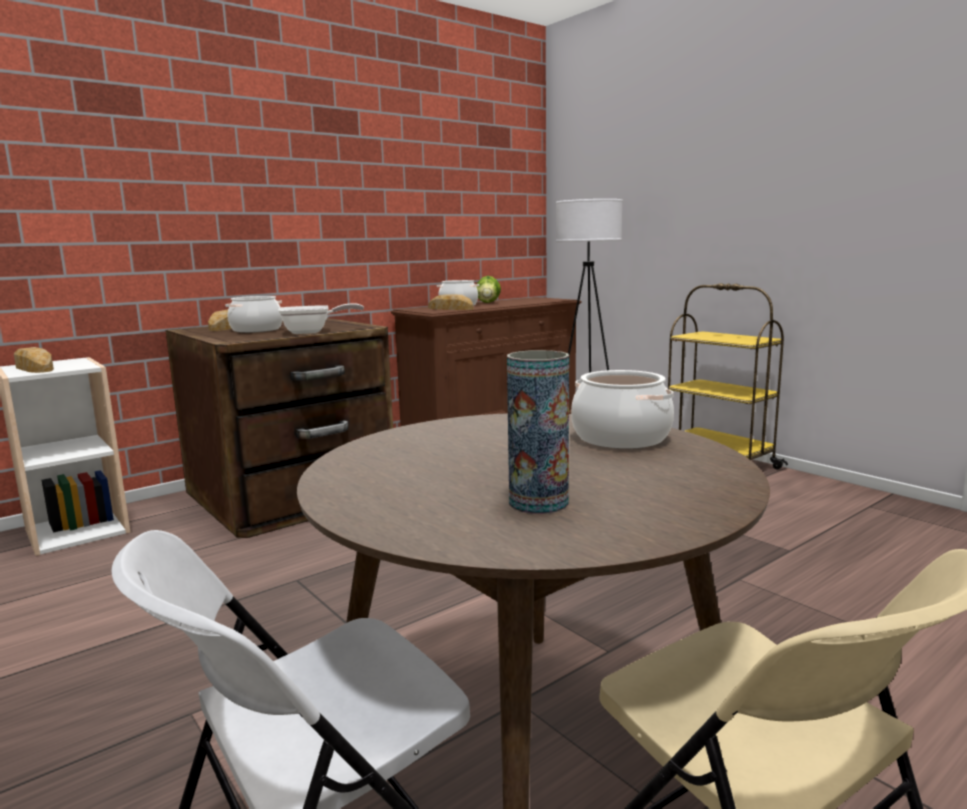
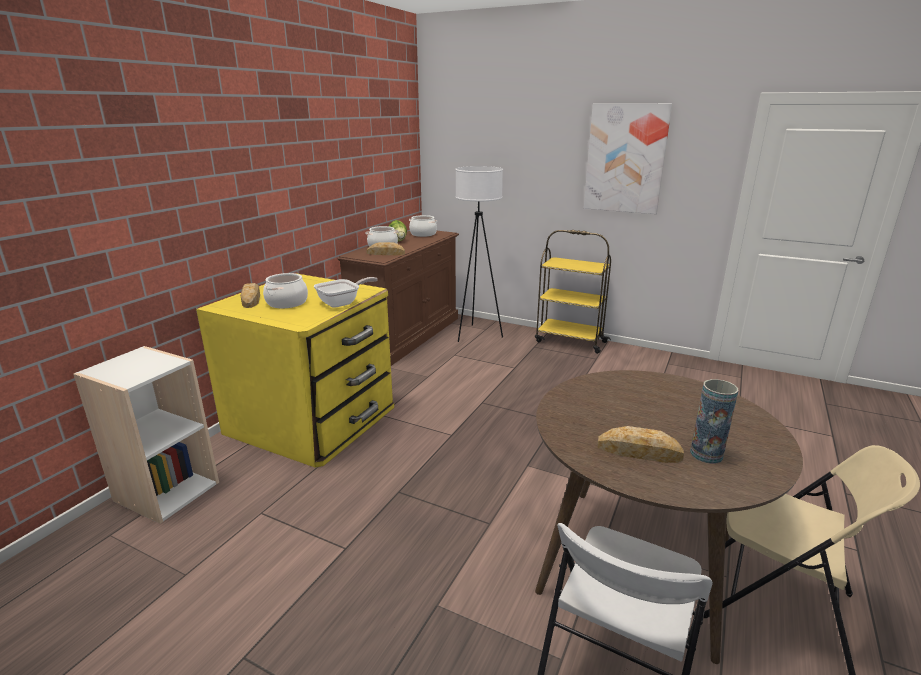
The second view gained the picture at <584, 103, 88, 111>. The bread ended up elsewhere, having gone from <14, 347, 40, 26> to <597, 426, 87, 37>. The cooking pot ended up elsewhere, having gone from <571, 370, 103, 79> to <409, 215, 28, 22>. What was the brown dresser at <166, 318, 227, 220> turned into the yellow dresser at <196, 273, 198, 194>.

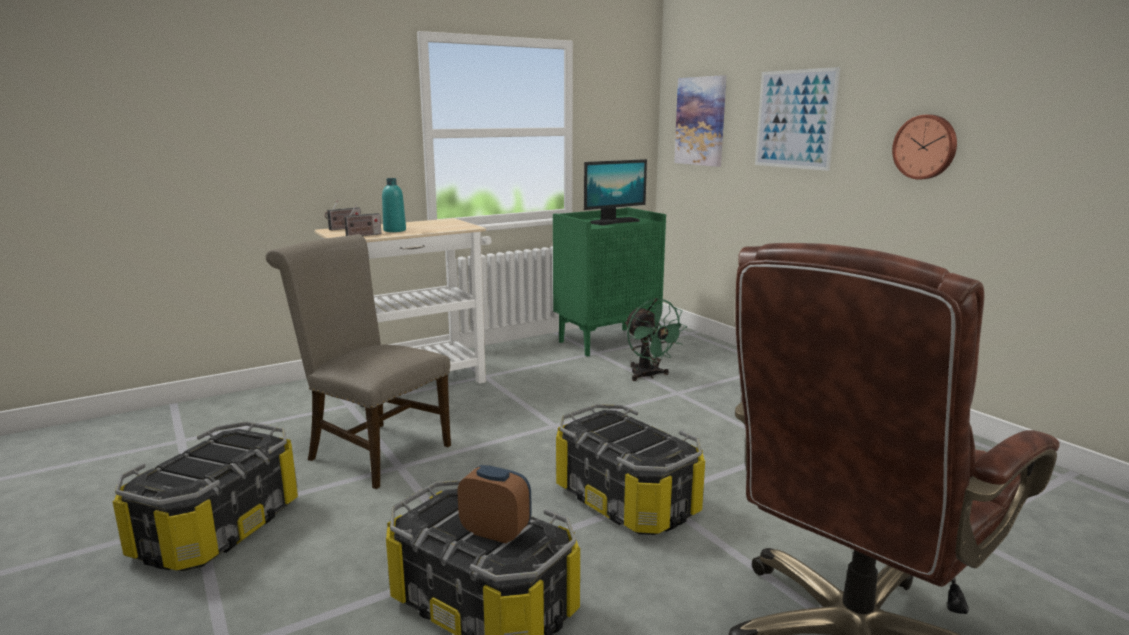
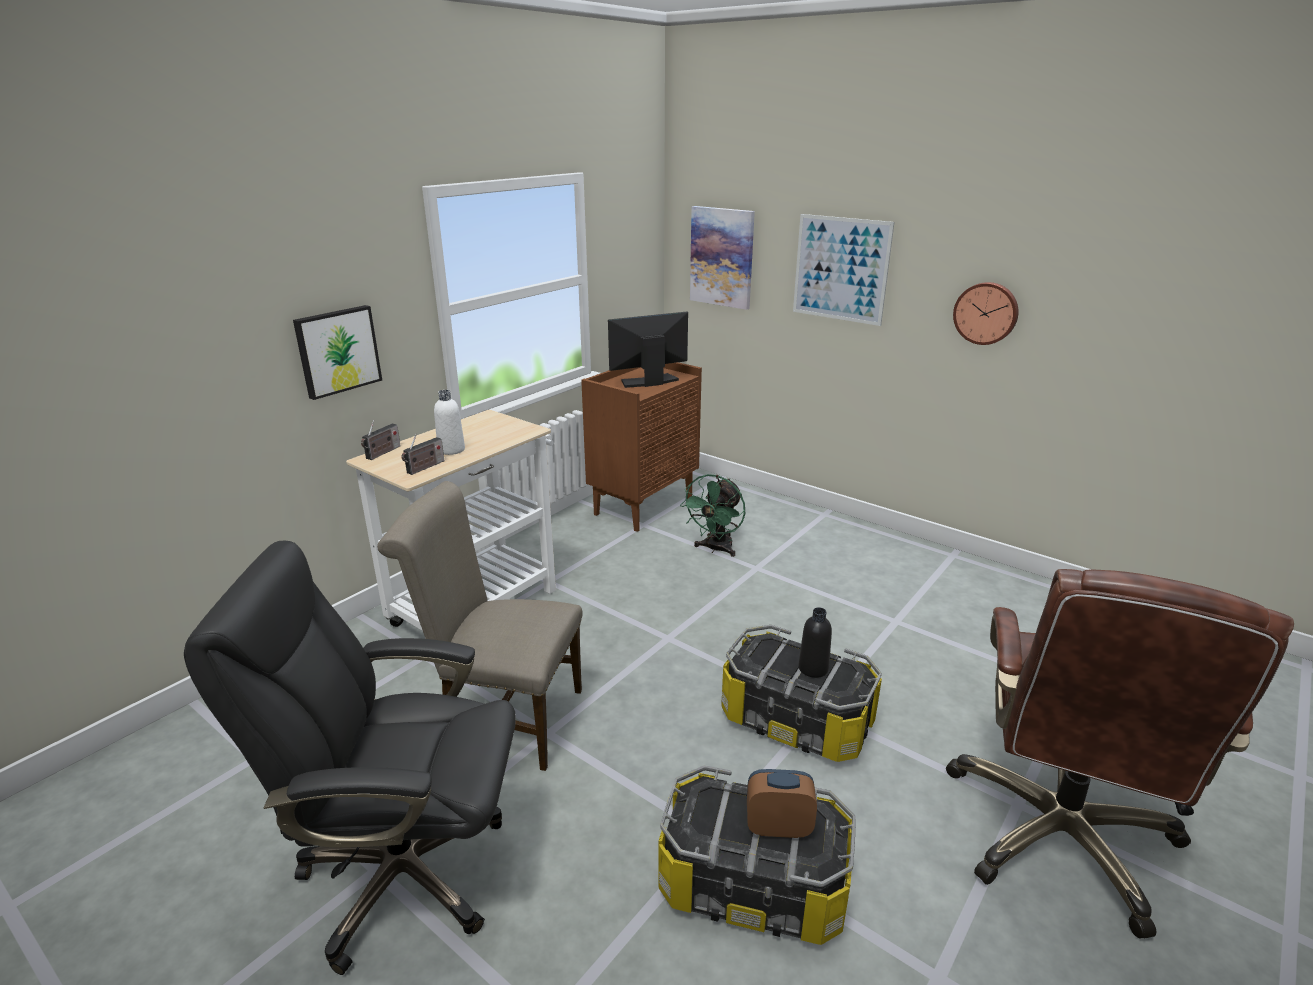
The second view gained the picture at <293, 305, 89, 95>. The second view gained the black bottle at <798, 607, 34, 71>. Where the storage box stood at <112, 422, 186, 149>, the black office chair came to stand at <184, 541, 332, 434>. What was the turquoise bottle at <382, 178, 24, 54> turned into the white bottle at <434, 390, 31, 65>. What was the green cabinet at <553, 207, 113, 149> turned into the brown cabinet at <581, 362, 121, 170>. The monitor at <584, 159, 63, 66> ended up facing another way, 150 degrees counterclockwise from before. The green fan at <625, 298, 62, 83> ended up facing another way, 75 degrees clockwise from before.

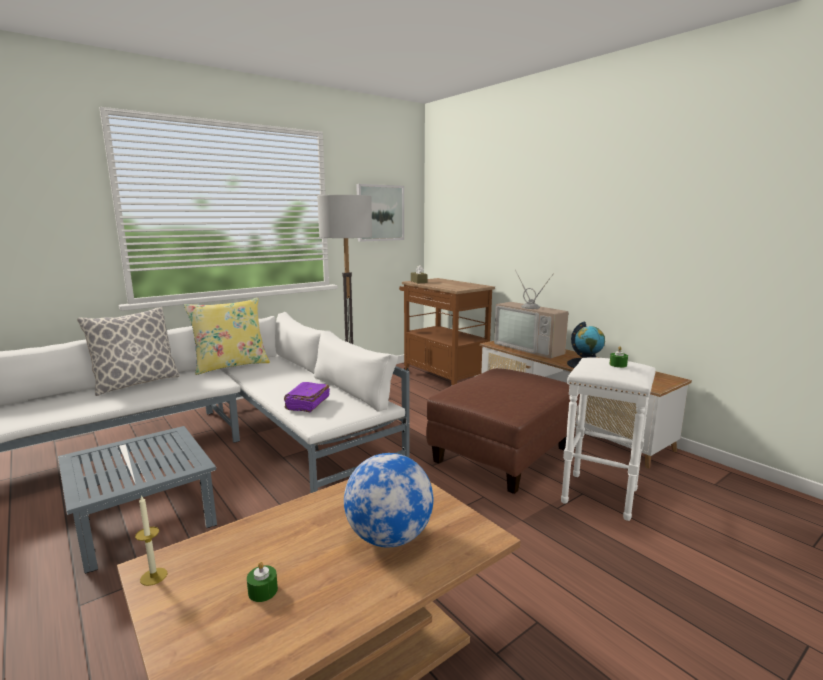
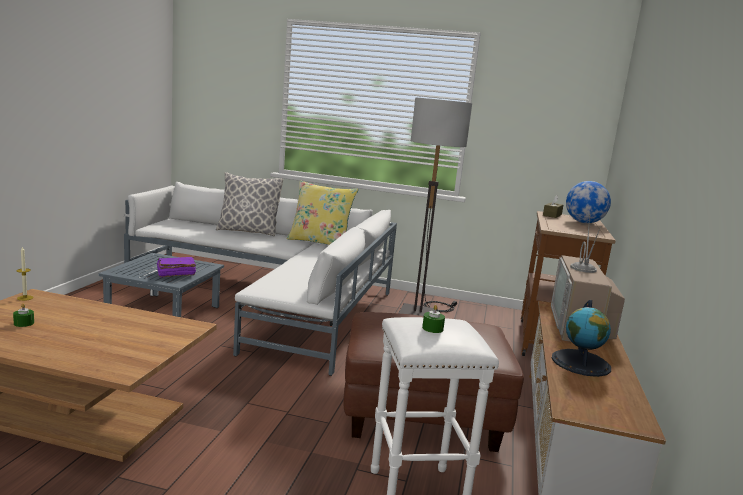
The second view lost the picture at <356, 184, 48, 58>. The purple book ended up elsewhere, having gone from <284, 382, 46, 30> to <157, 257, 39, 21>. The globe ended up elsewhere, having gone from <344, 453, 89, 94> to <566, 181, 45, 42>.

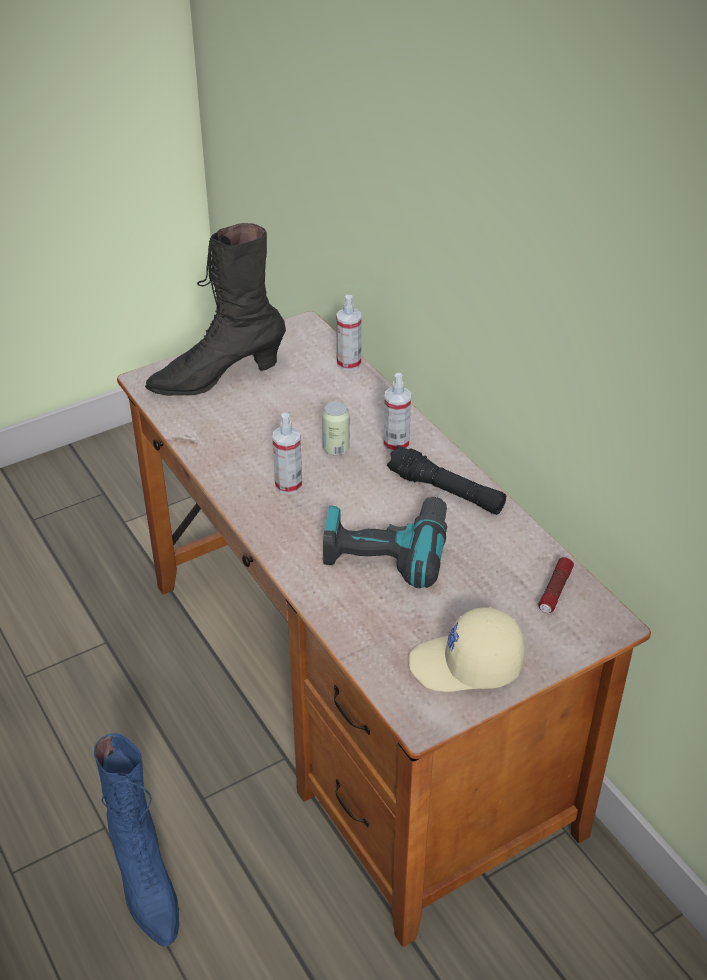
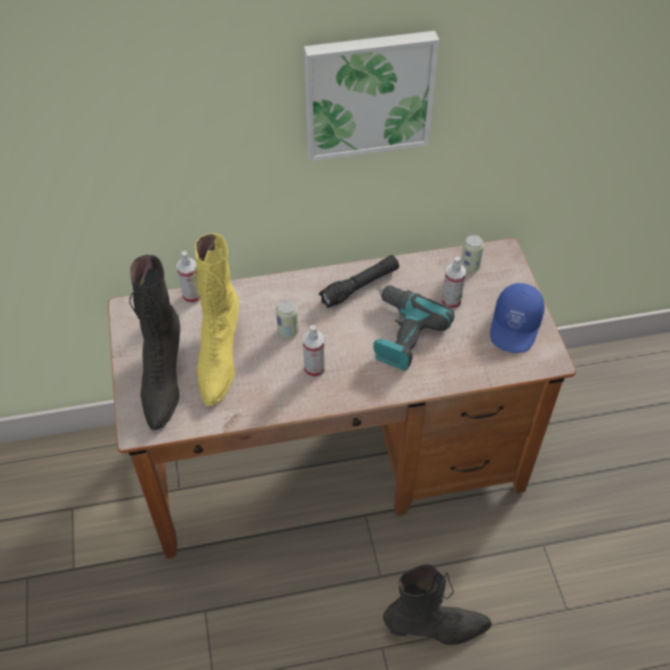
The second view gained the yellow boot at <192, 233, 47, 173>. The second view gained the picture at <304, 31, 135, 130>. The spray bottle ended up elsewhere, having gone from <383, 373, 28, 79> to <441, 257, 25, 52>. Where the flashlight stood at <538, 557, 36, 56>, the can came to stand at <461, 235, 23, 37>. What was the blue boot at <94, 733, 85, 214> turned into the black boot at <383, 564, 109, 81>. What was the beige cap at <408, 607, 117, 85> turned into the blue cap at <490, 283, 55, 70>.

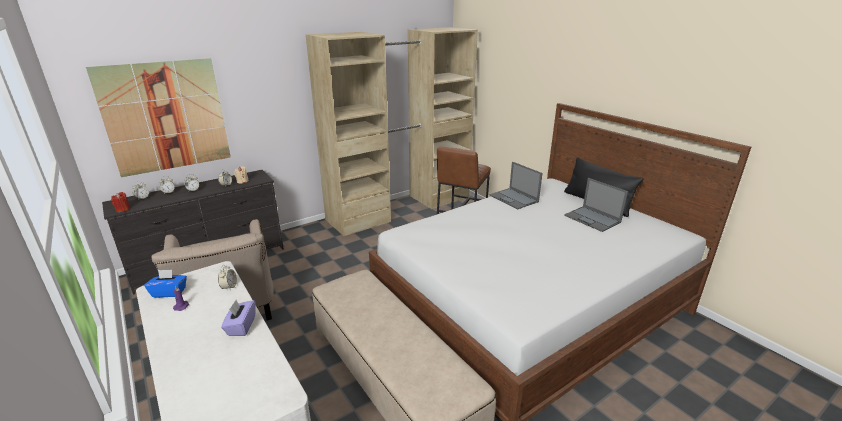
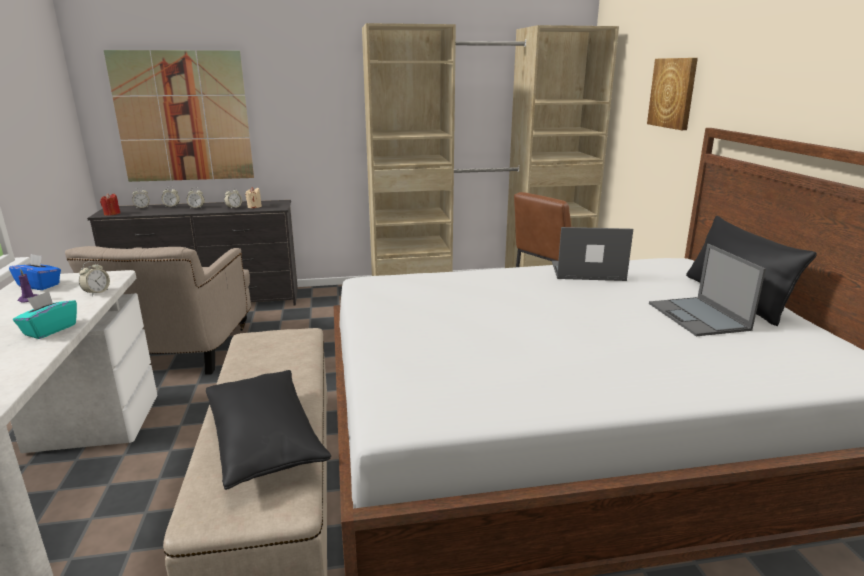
The second view gained the black pillow at <206, 370, 125, 120>. The second view gained the picture at <647, 58, 51, 72>. What was the purple tissue box at <221, 300, 35, 36> turned into the turquoise tissue box at <13, 291, 64, 48>. The laptop at <489, 162, 54, 47> ended up facing another way, 105 degrees clockwise from before.

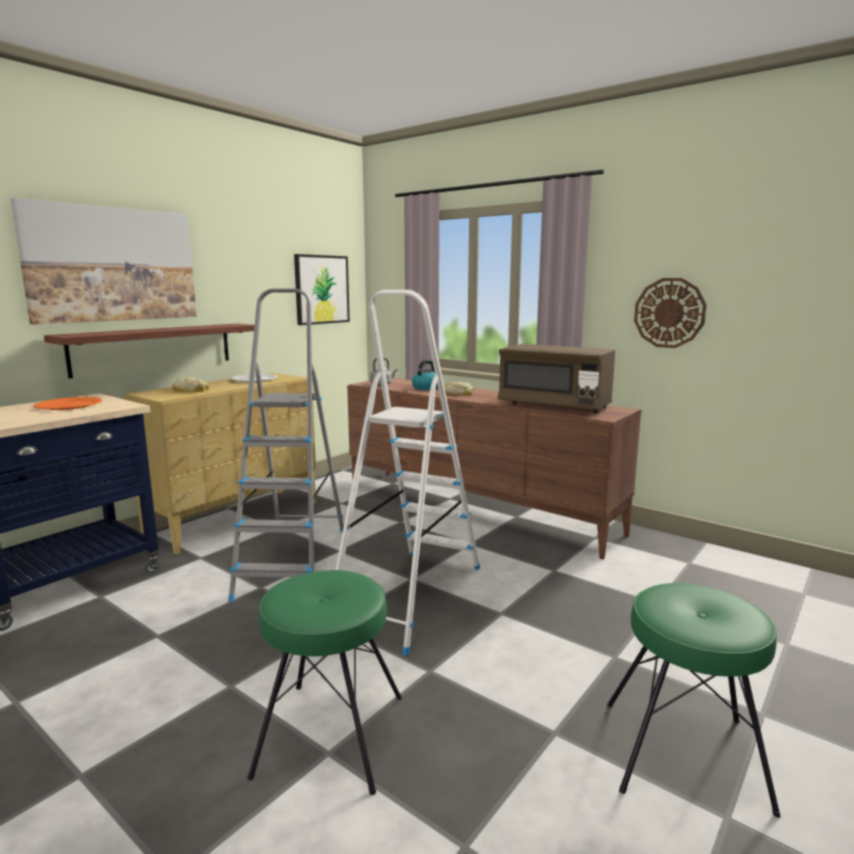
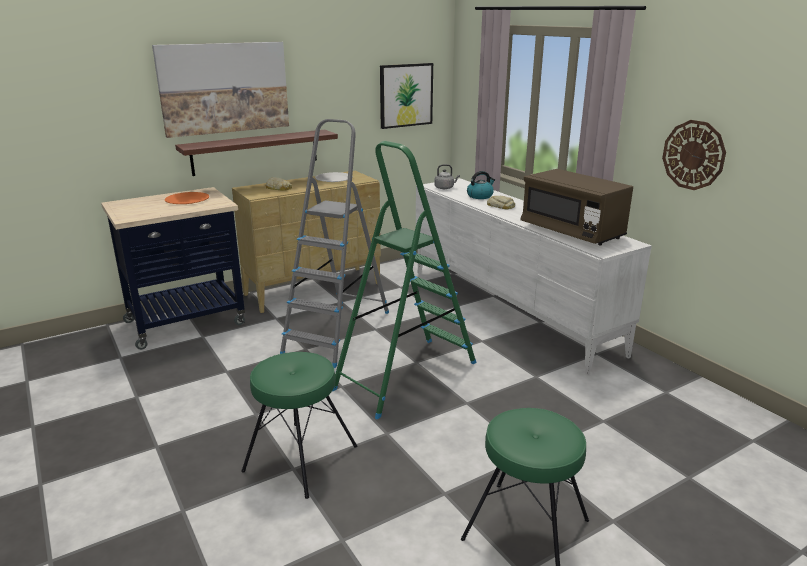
What was the white step ladder at <335, 290, 145, 366> turned into the green step ladder at <332, 141, 144, 278>. What was the brown cabinet at <347, 378, 295, 181> turned into the white cabinet at <416, 178, 236, 197>.

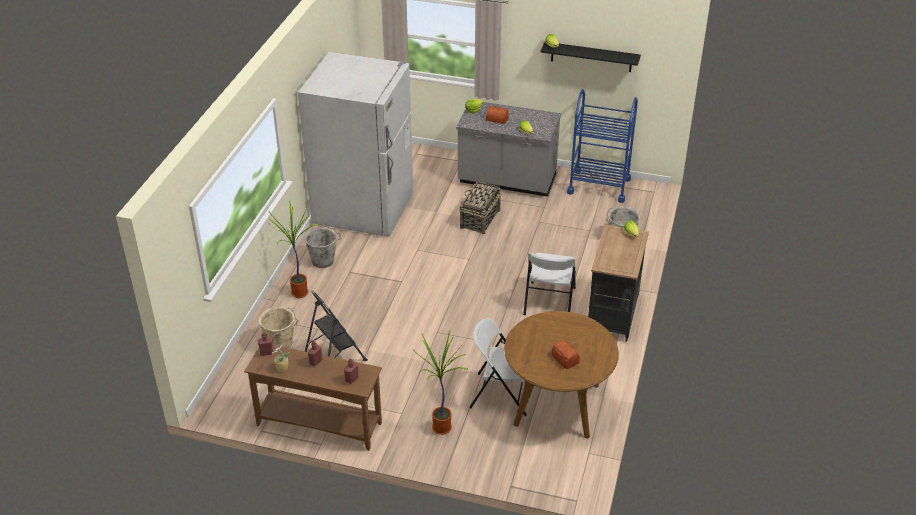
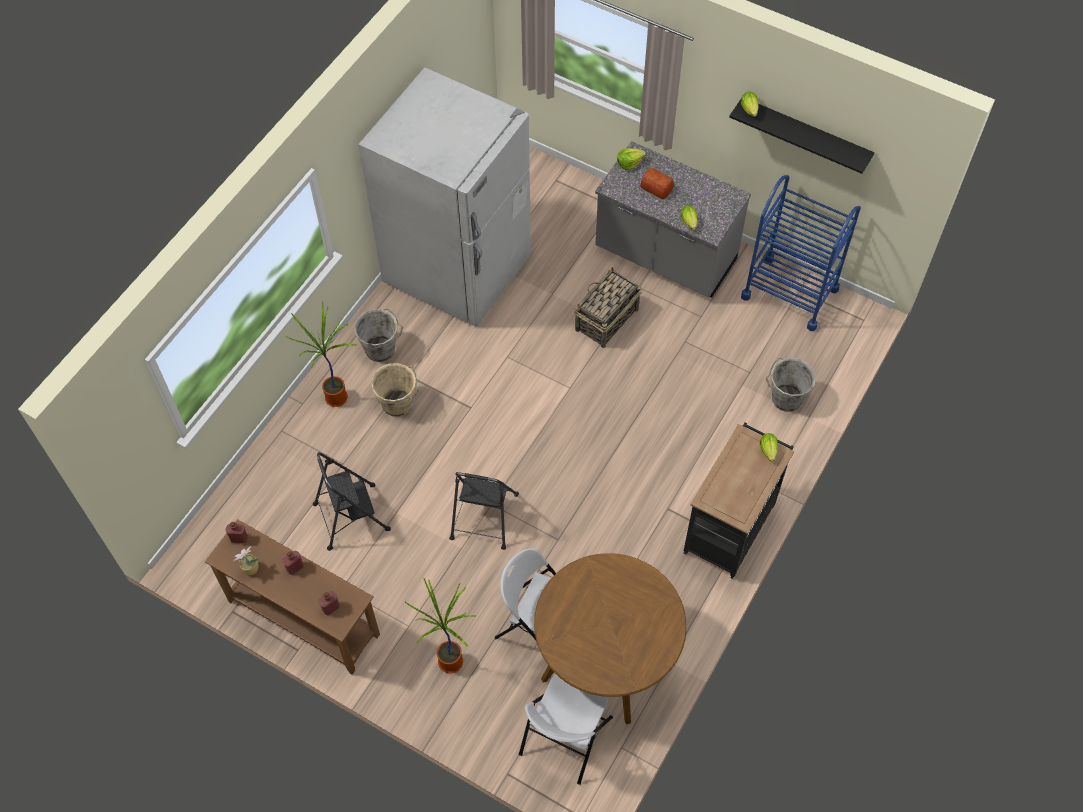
The second view lost the bread at <551, 340, 29, 29>. The second view gained the black step ladder at <449, 472, 70, 78>. The beige bucket ended up elsewhere, having gone from <259, 307, 39, 41> to <371, 363, 48, 54>. The white chair ended up elsewhere, having gone from <523, 253, 53, 62> to <519, 675, 94, 110>.

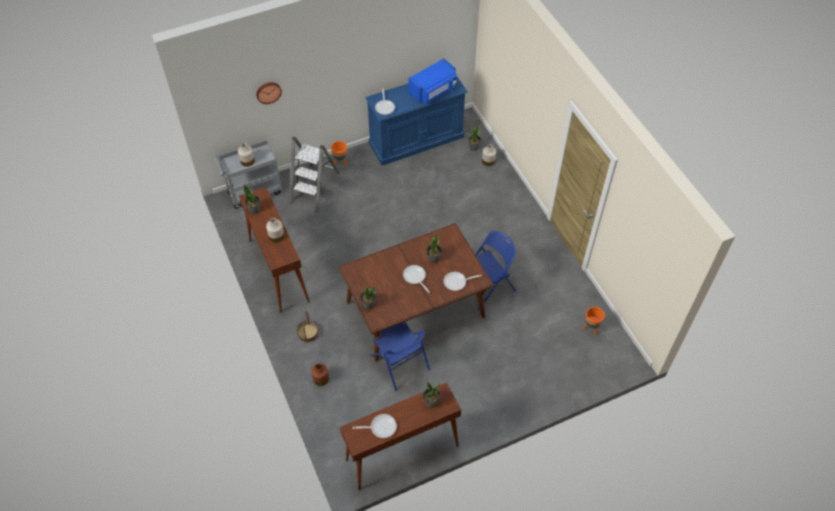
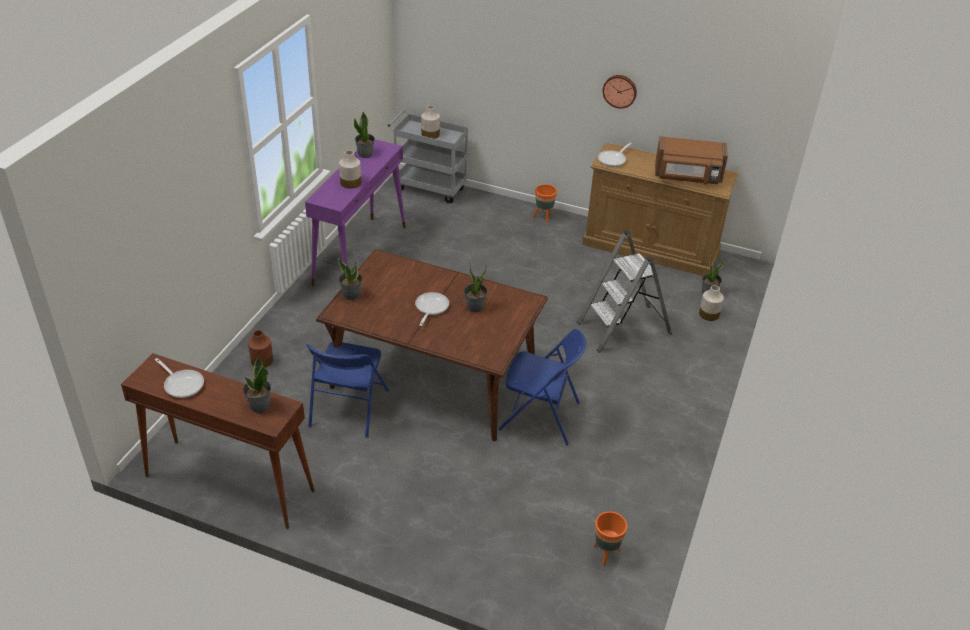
The second view lost the basket at <297, 311, 22, 32>. The second view lost the frying pan at <444, 272, 38, 19>. The wall clock ended up elsewhere, having gone from <256, 82, 26, 22> to <603, 75, 34, 34>. The grey step ladder ended up elsewhere, having gone from <288, 137, 52, 75> to <577, 230, 96, 123>. What was the brown console table at <239, 187, 71, 126> turned into the purple console table at <305, 139, 101, 148>. What was the blue cabinet at <365, 77, 103, 89> turned into the brown cabinet at <582, 143, 157, 133>. What was the blue microwave at <408, 59, 49, 45> turned into the brown microwave at <655, 136, 73, 49>.

